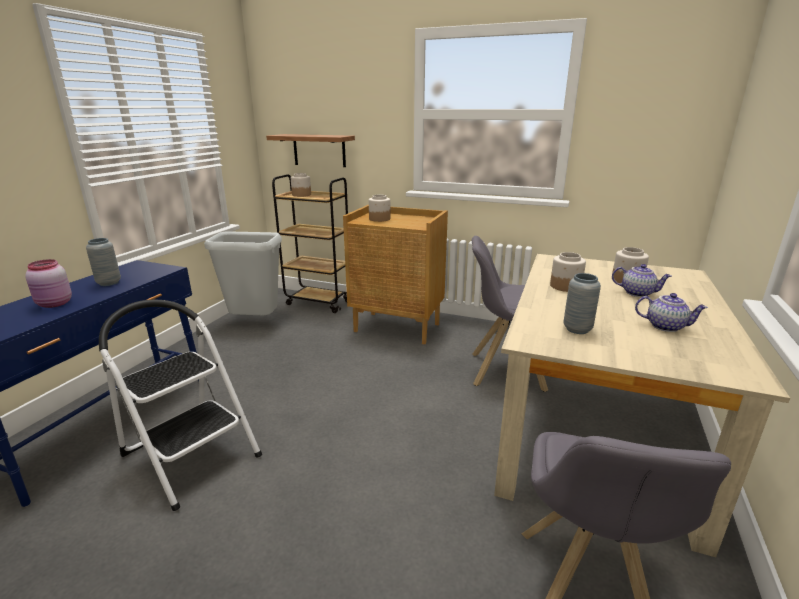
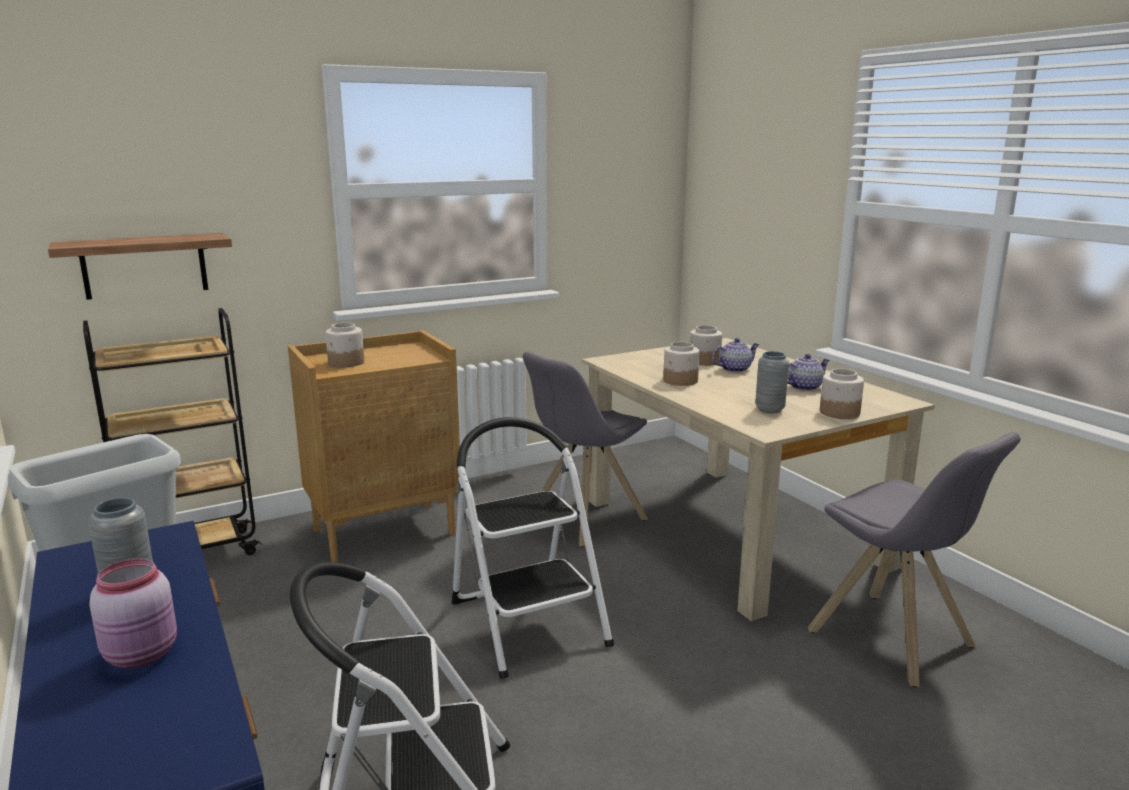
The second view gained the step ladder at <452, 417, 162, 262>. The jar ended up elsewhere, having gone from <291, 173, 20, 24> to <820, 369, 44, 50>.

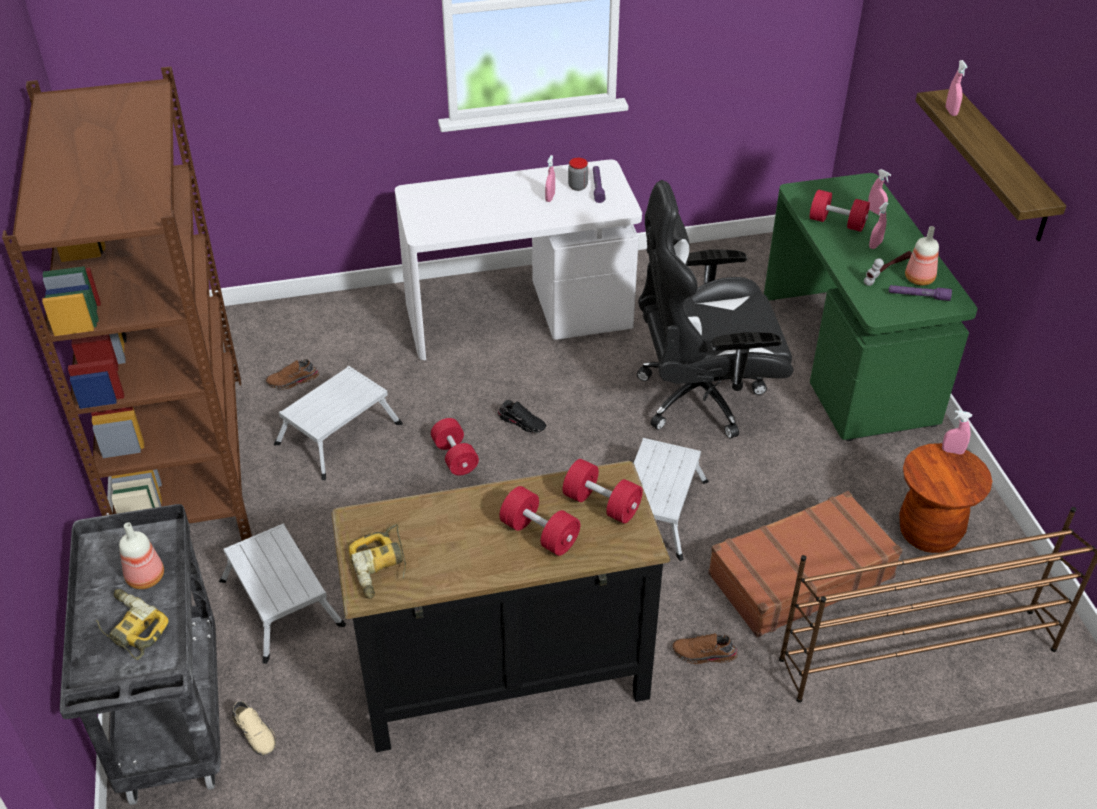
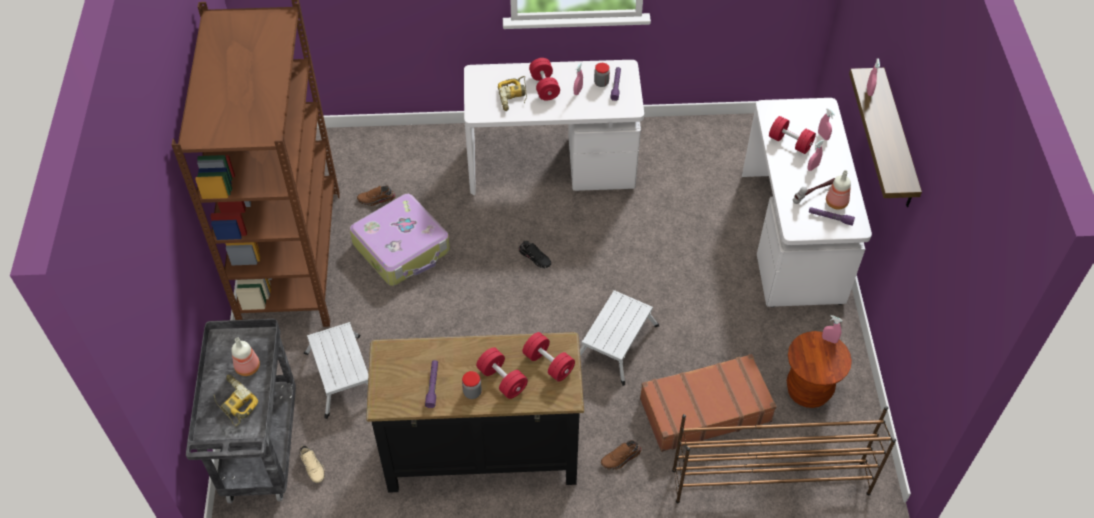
The second view lost the black office chair at <637, 180, 157, 259>. The second view gained the purple flashlight at <425, 360, 13, 48>. The second view gained the jar at <462, 371, 20, 28>. The power drill ended up elsewhere, having gone from <349, 524, 57, 75> to <498, 76, 29, 35>. The red dumbbell ended up elsewhere, having gone from <431, 418, 48, 58> to <529, 58, 31, 43>. Where the white step ladder stood at <274, 366, 129, 114>, the suitcase came to stand at <350, 194, 100, 92>. What was the green desk at <764, 173, 214, 268> turned into the white desk at <742, 98, 130, 210>. The brown shoe at <673, 633, 64, 31> ended up facing another way, 45 degrees counterclockwise from before.

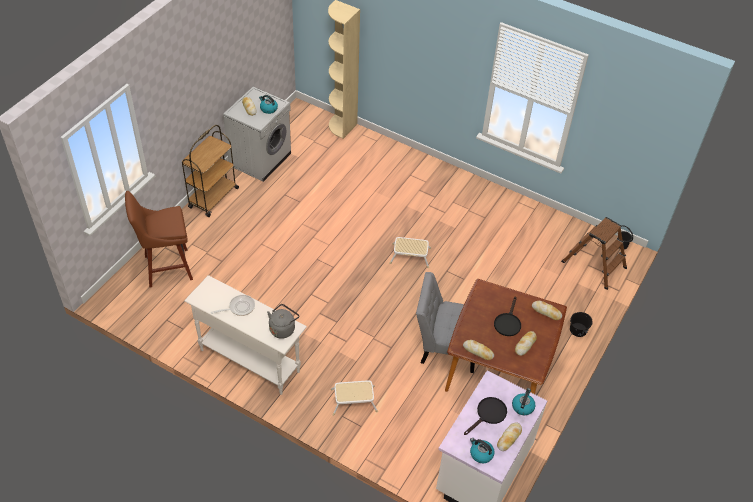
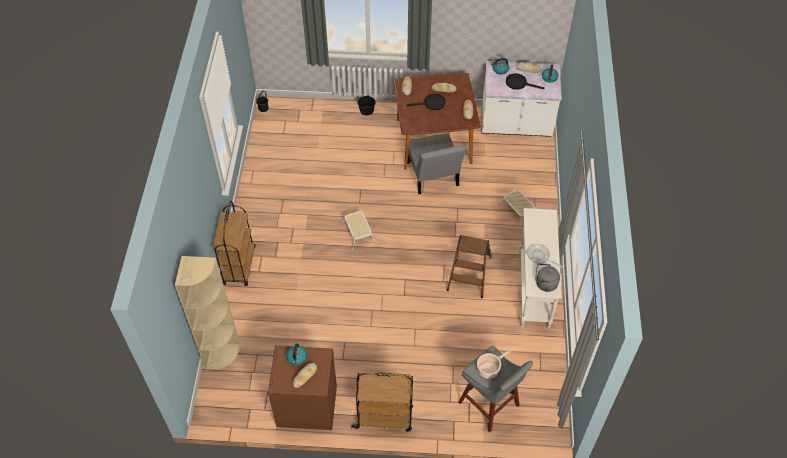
The second view gained the brown cart at <213, 201, 43, 85>. The second view gained the cooking pot at <477, 350, 35, 29>. The grey kettle ended up elsewhere, having gone from <267, 304, 32, 35> to <535, 264, 25, 28>. The brown step ladder ended up elsewhere, having gone from <561, 217, 66, 73> to <447, 235, 45, 63>. What was the brown stool at <125, 191, 68, 97> turned into the grey stool at <458, 345, 75, 88>. What was the white washing machine at <223, 87, 68, 95> turned into the brown washing machine at <268, 345, 69, 85>.

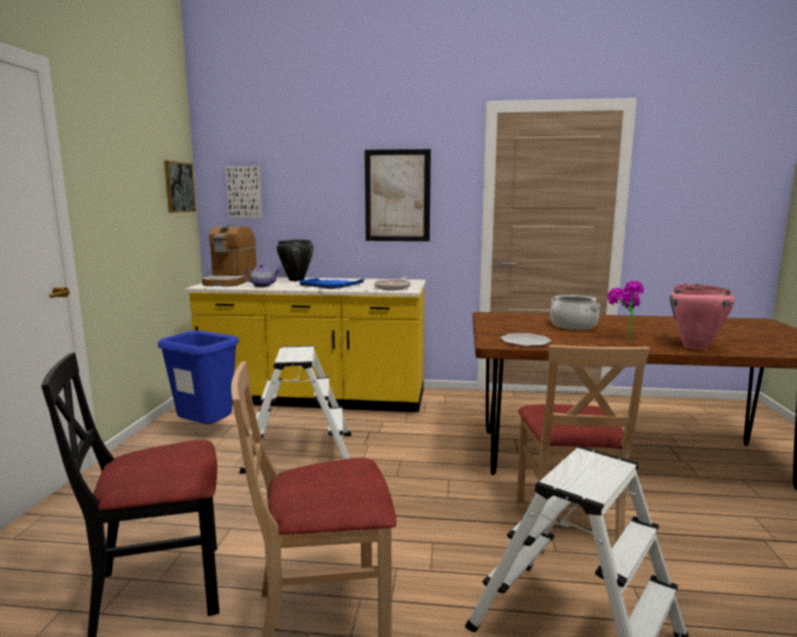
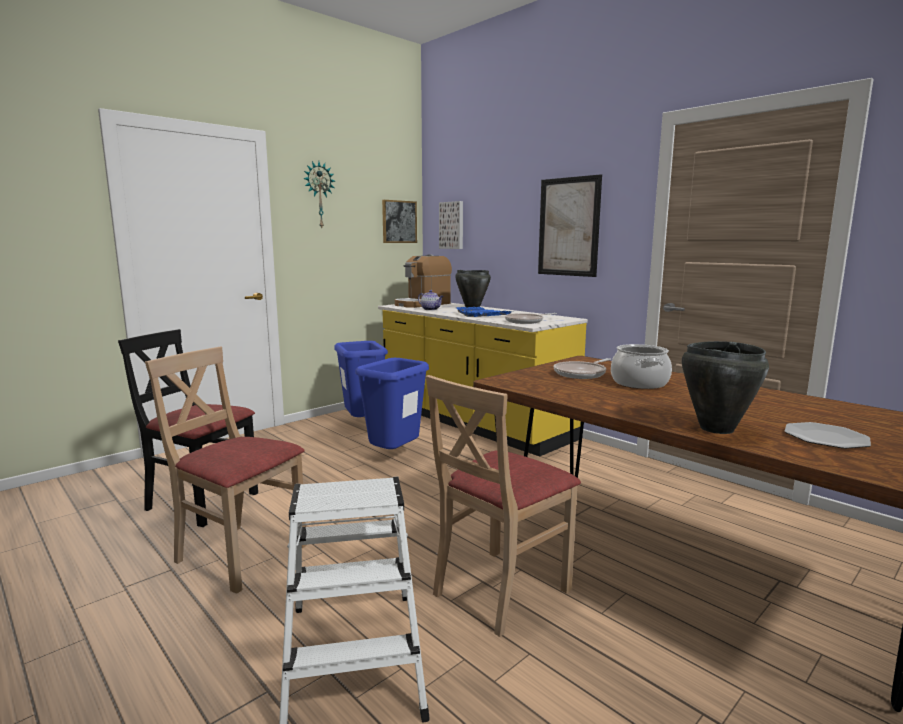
The second view lost the potted plant at <607, 281, 37, 58>. The second view gained the wall clock at <303, 161, 32, 67>. The second view gained the frying pan at <554, 358, 57, 21>. The plate ended up elsewhere, having gone from <501, 333, 51, 13> to <784, 422, 87, 27>. Where the white step ladder stood at <239, 345, 113, 129>, the blue trash can came to stand at <355, 358, 74, 91>. What was the pink cooking pot at <670, 284, 65, 66> turned into the black cooking pot at <682, 341, 87, 93>.

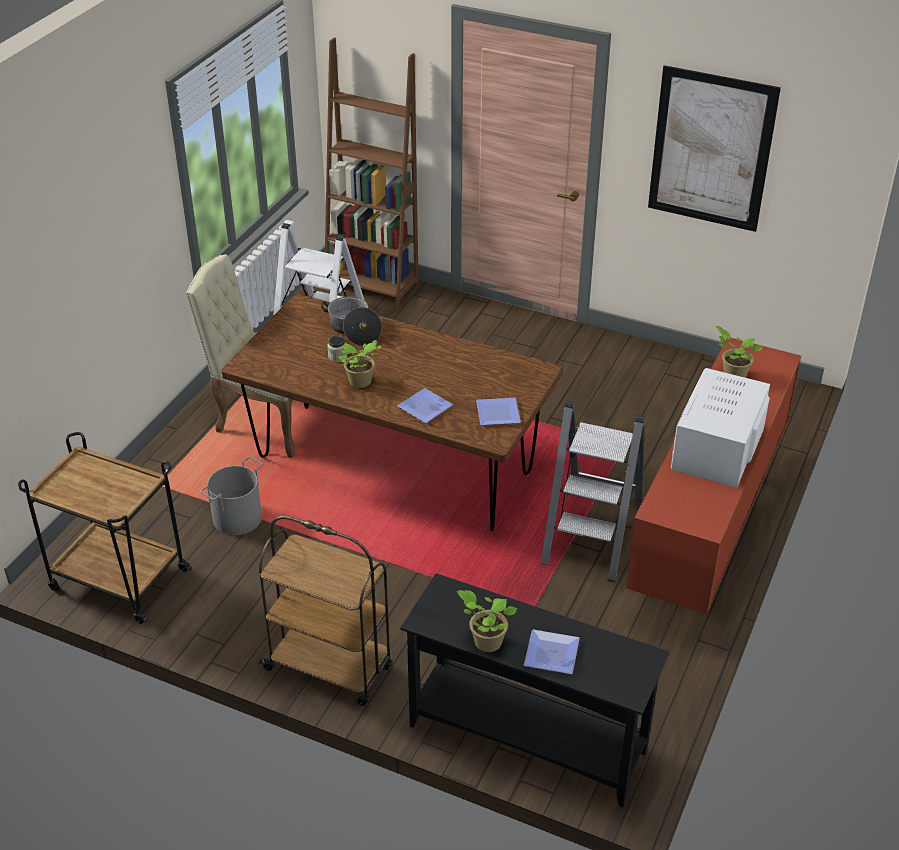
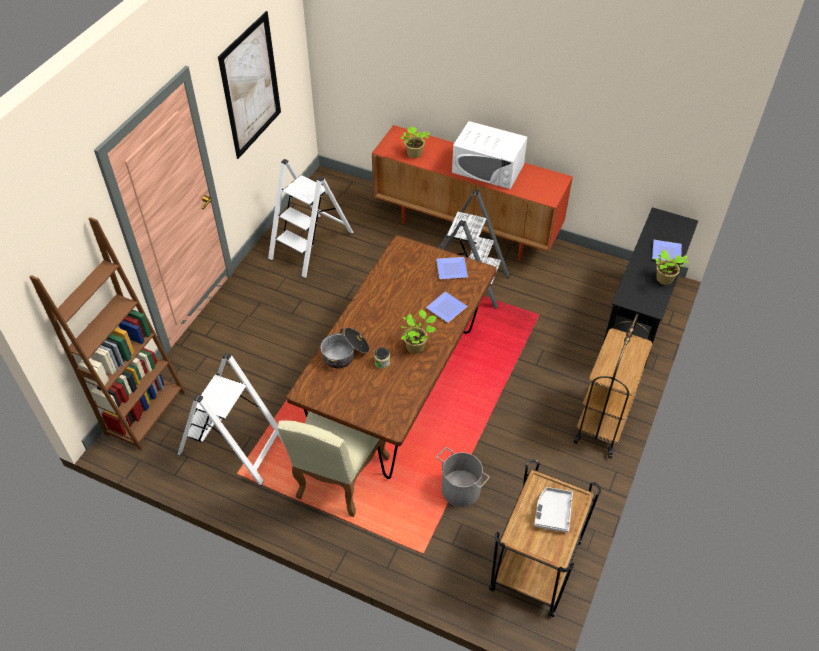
The second view gained the white step ladder at <268, 159, 86, 120>. The second view gained the grey tray at <534, 487, 39, 46>.

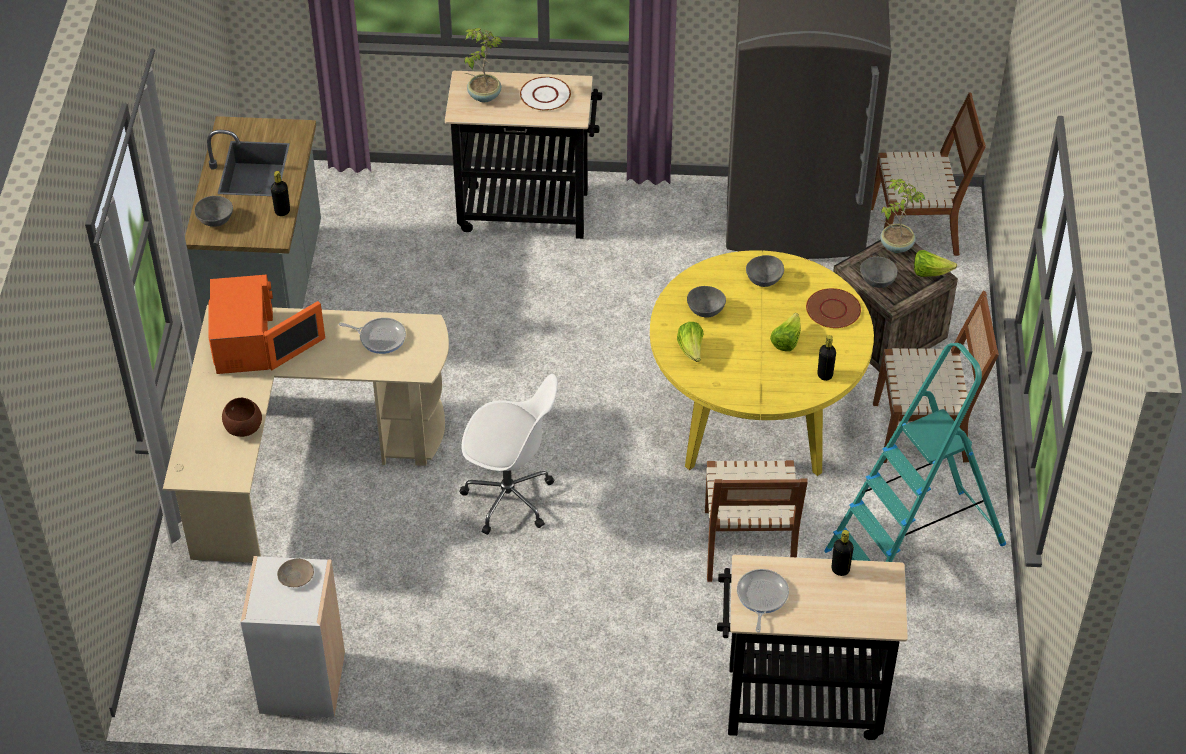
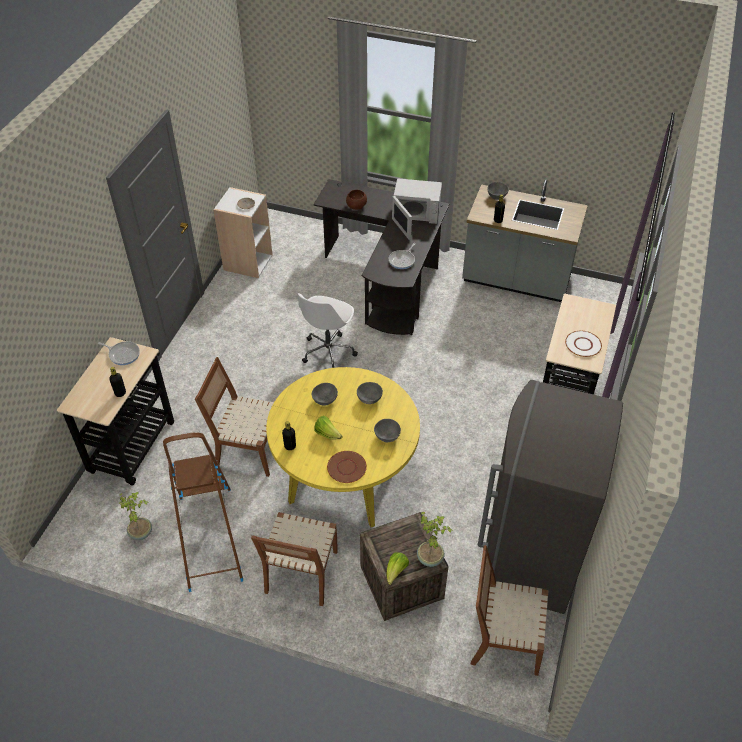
The second view lost the lettuce at <677, 322, 27, 40>. The potted plant ended up elsewhere, having gone from <464, 28, 39, 74> to <118, 492, 34, 48>. The grey bowl ended up elsewhere, having gone from <860, 257, 38, 31> to <312, 383, 26, 23>. What was the beige desk at <163, 305, 286, 258> turned into the black desk at <313, 179, 137, 156>. What was the orange microwave at <208, 275, 117, 99> turned into the white microwave at <392, 178, 50, 62>. What was the turquoise step ladder at <824, 343, 182, 219> turned into the brown step ladder at <163, 432, 80, 160>. The chair at <871, 92, 115, 164> ended up facing another way, 90 degrees clockwise from before.

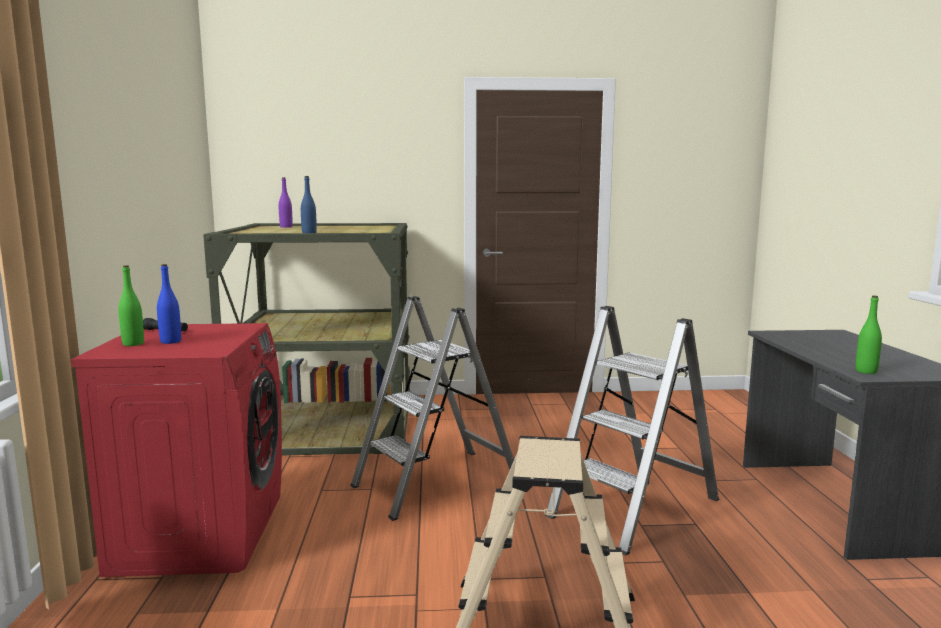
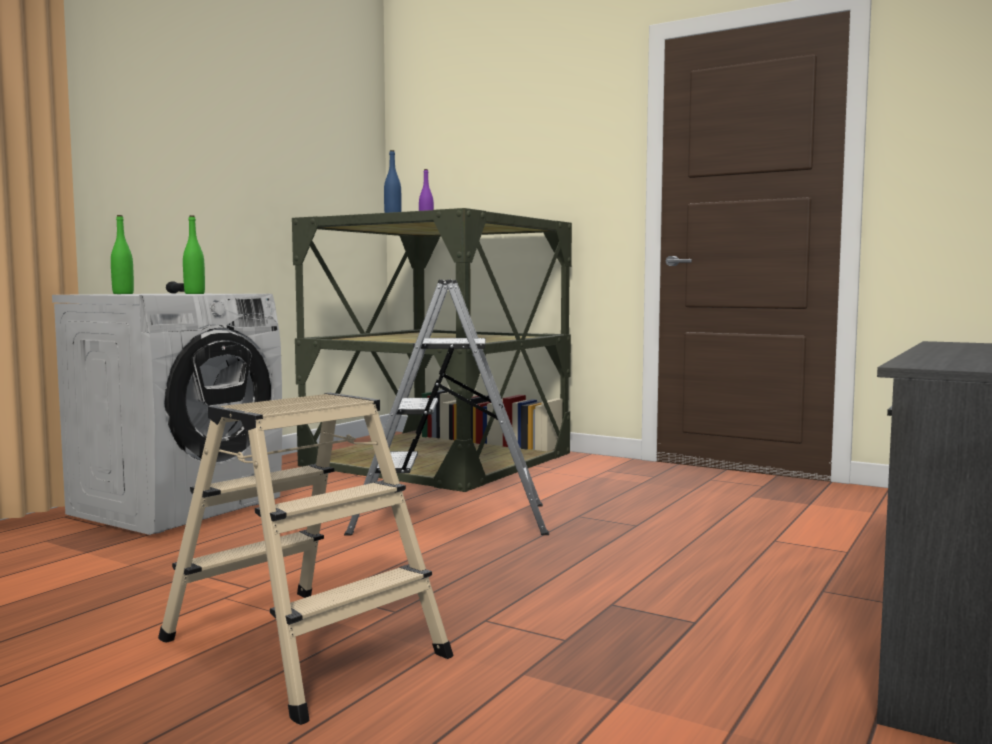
The second view lost the blue bottle at <157, 264, 24, 80>. The second view lost the grey step ladder at <545, 306, 174, 249>. The green bottle ended up elsewhere, having gone from <856, 296, 26, 78> to <183, 215, 22, 79>. What was the red washing machine at <71, 323, 211, 254> turned into the white washing machine at <52, 293, 230, 242>.

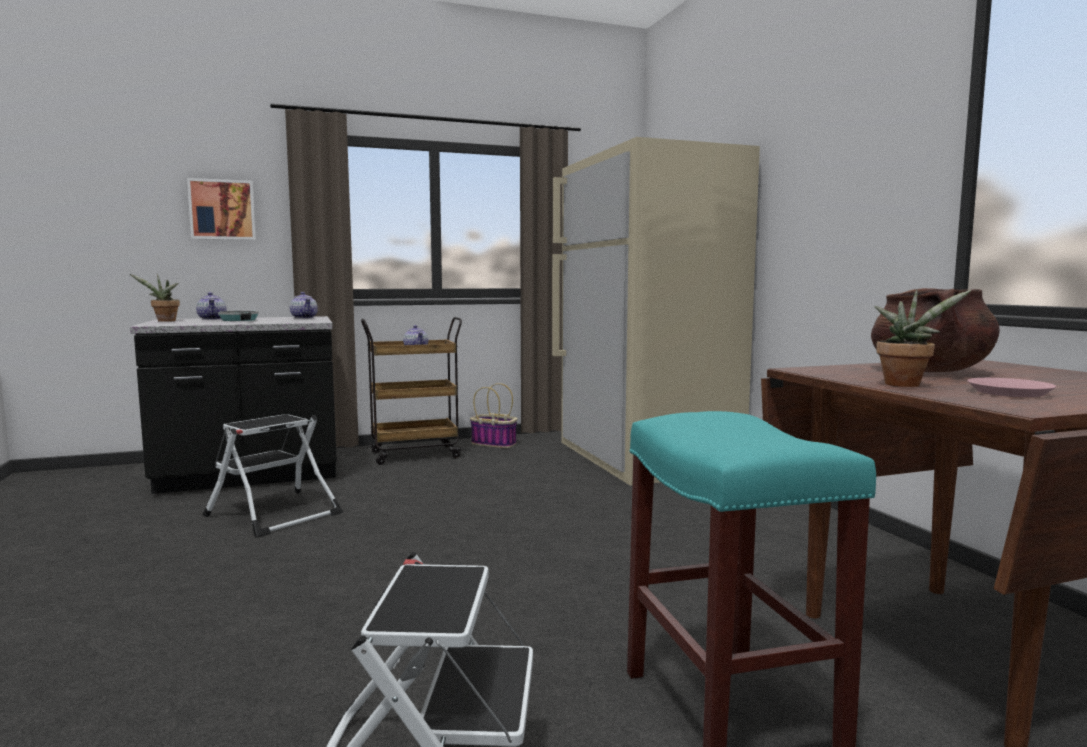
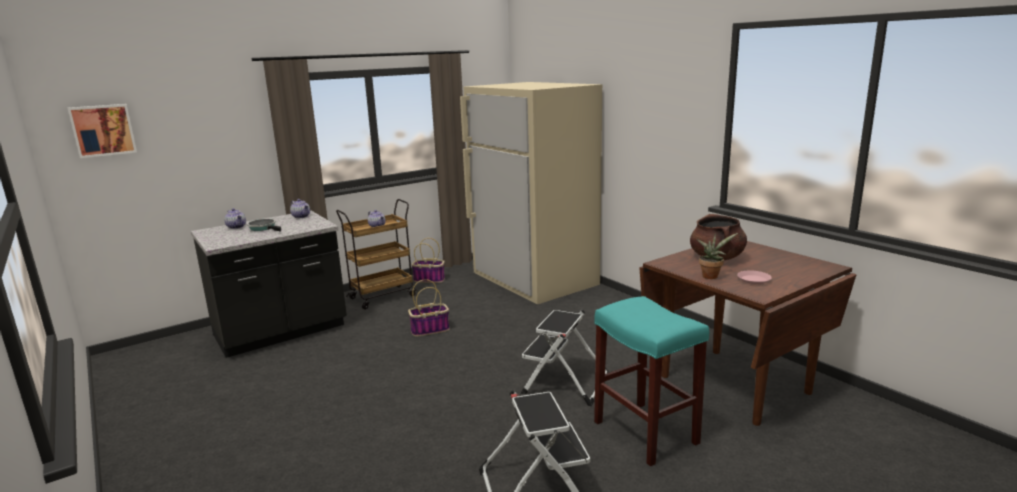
The second view lost the potted plant at <130, 274, 50, 48>. The second view gained the basket at <408, 279, 42, 57>. The picture ended up elsewhere, having gone from <187, 178, 69, 62> to <68, 104, 69, 54>. The step ladder ended up elsewhere, having gone from <203, 414, 140, 124> to <521, 310, 88, 96>.

